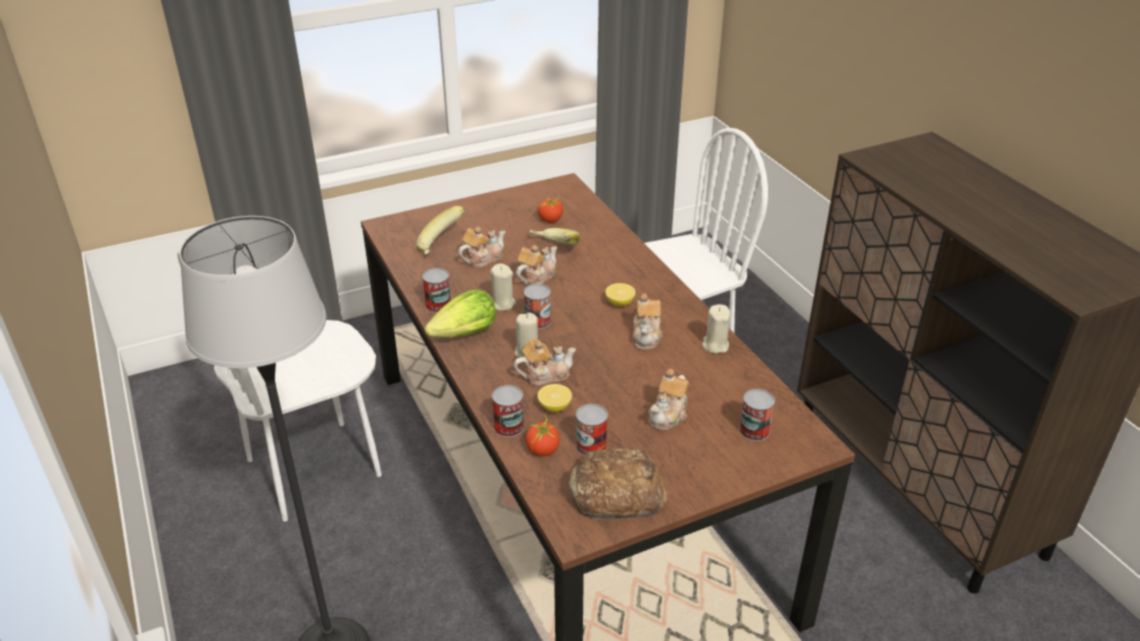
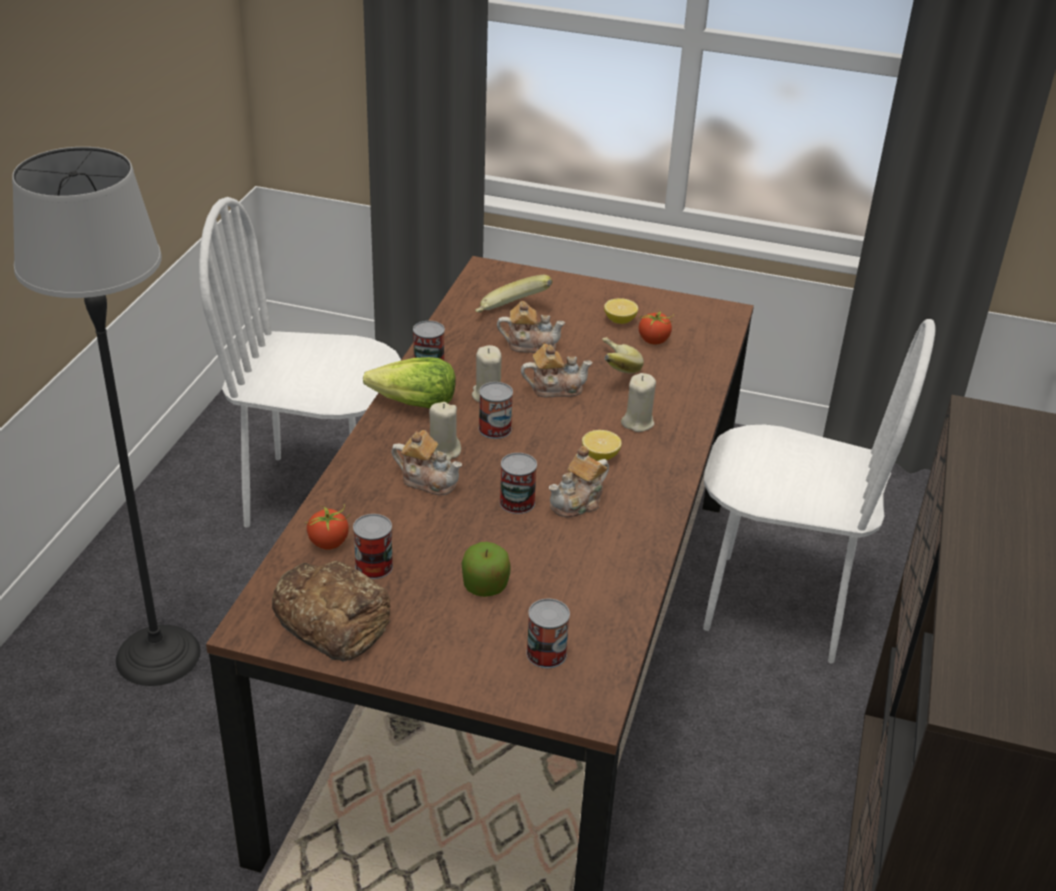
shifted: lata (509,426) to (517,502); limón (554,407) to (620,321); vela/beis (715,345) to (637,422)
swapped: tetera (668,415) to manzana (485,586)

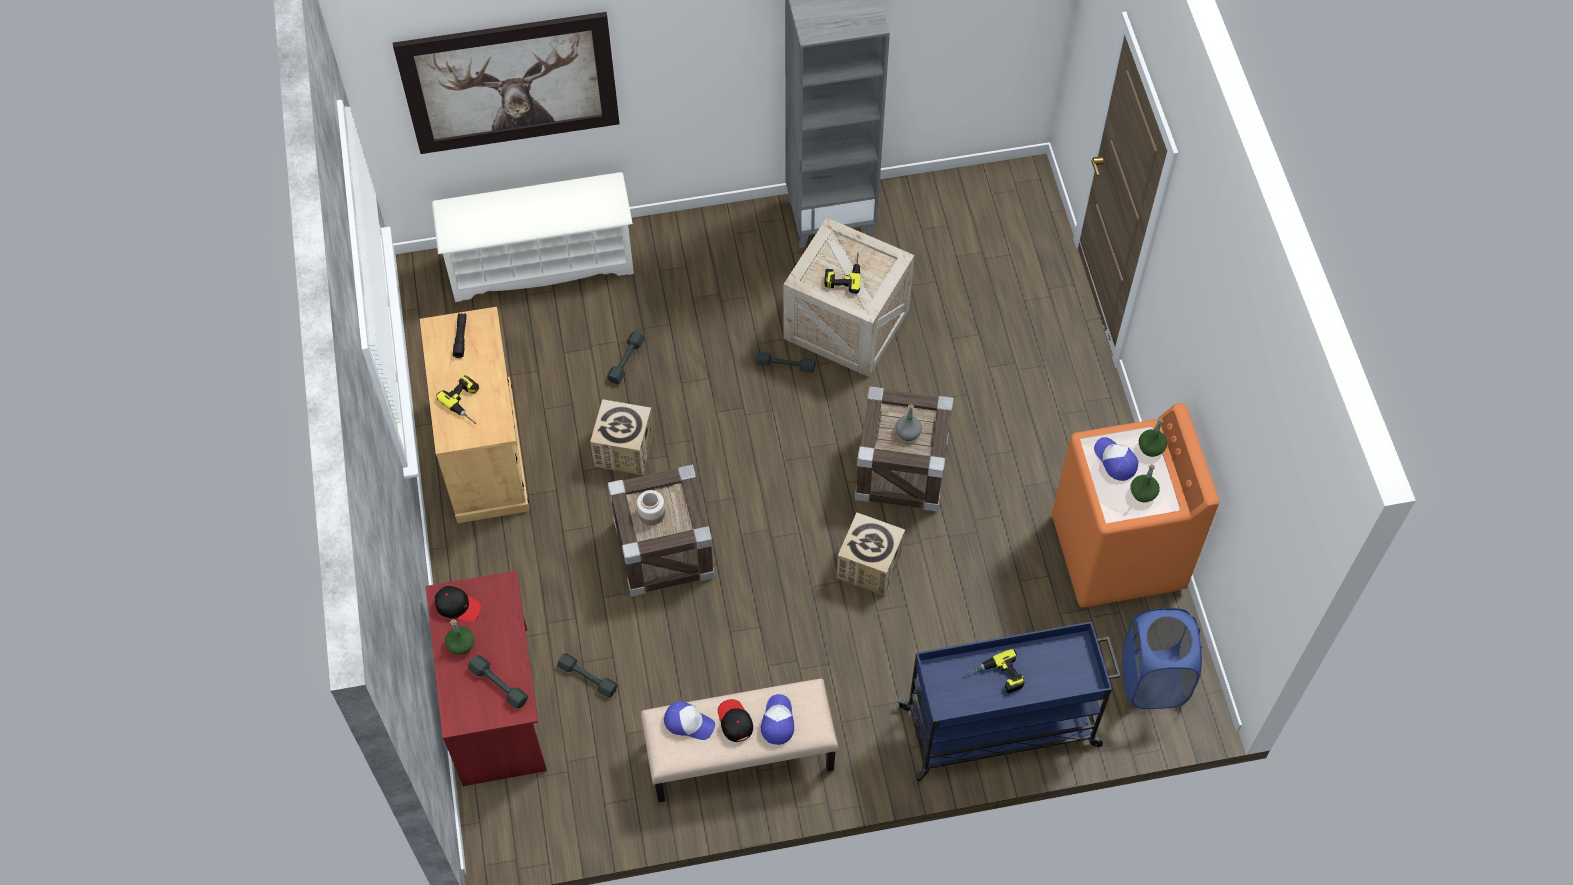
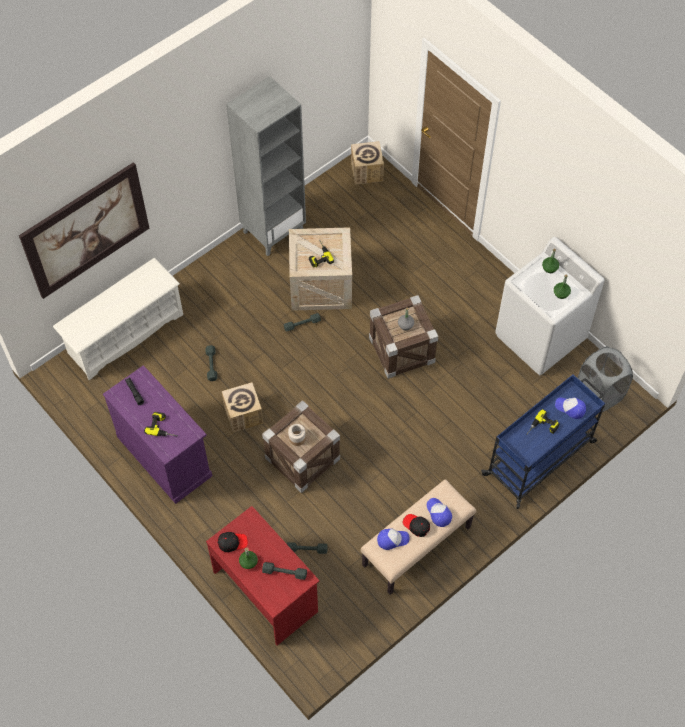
shifted: caja de cartón (869,565) to (367,171); gorra (1115,460) to (570,408)
repainted: armario/beis (485,452) to armario/morado (164,456); lavadora/naranja (1117,553) to lavadora/blanco (540,338); cesto de la ropa/azul (1152,680) to cesto de la ropa/gris (599,394)

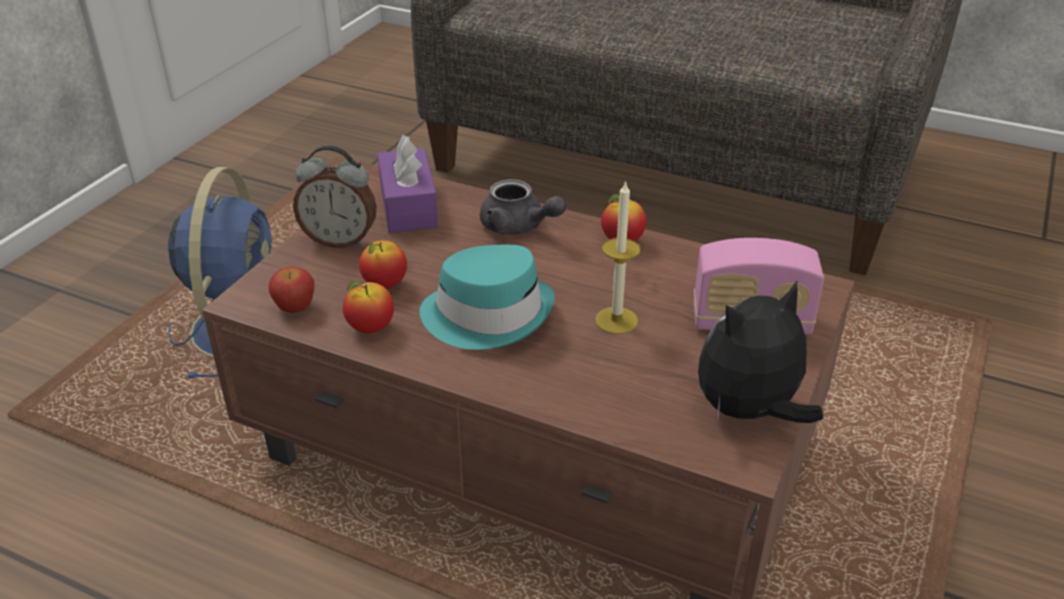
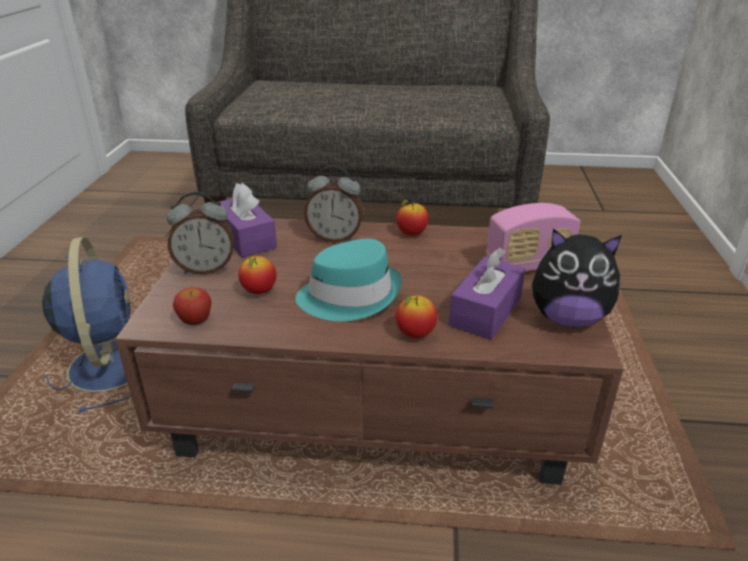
gone: vela (616,320)
new: caja de pañuelos/morado (485,311)
shifted: manzana (371,328) to (415,334)
swapped: tetera/gris (518,227) to despertador (335,238)
rotated: peluche (749,412) = (568,318) 120 degrees counterclockwise

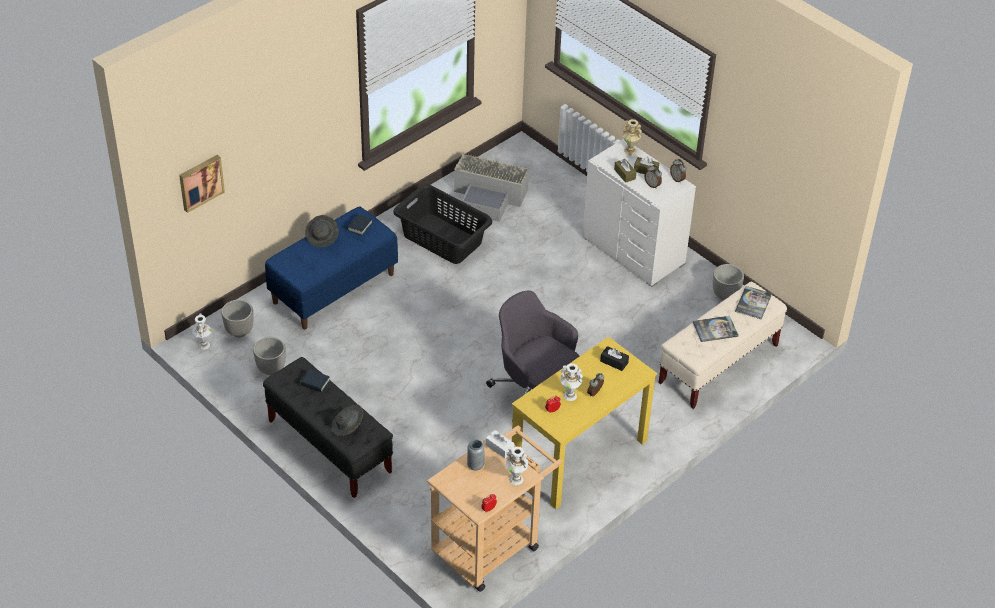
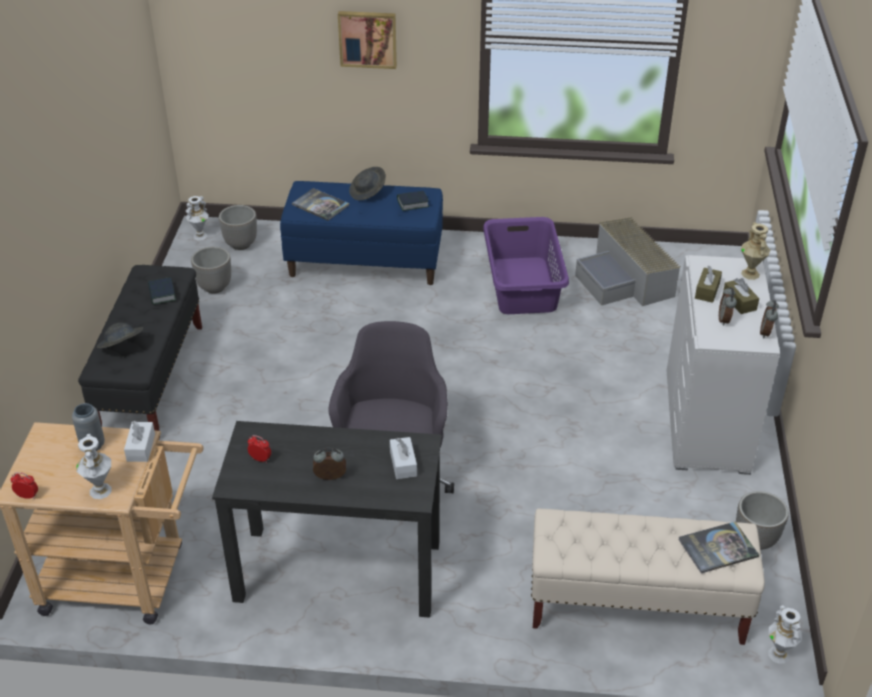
shifted: cuadro (200,182) to (368,38); florero/blanco (570,395) to (779,654); libro (715,329) to (320,205)
repainted: cesto de la ropa/negro (442,238) to cesto de la ropa/morado (523,285); escritorio/amarillo (578,456) to escritorio/negro (337,571); caja de pañuelos/negro (614,362) to caja de pañuelos/blanco (403,464)

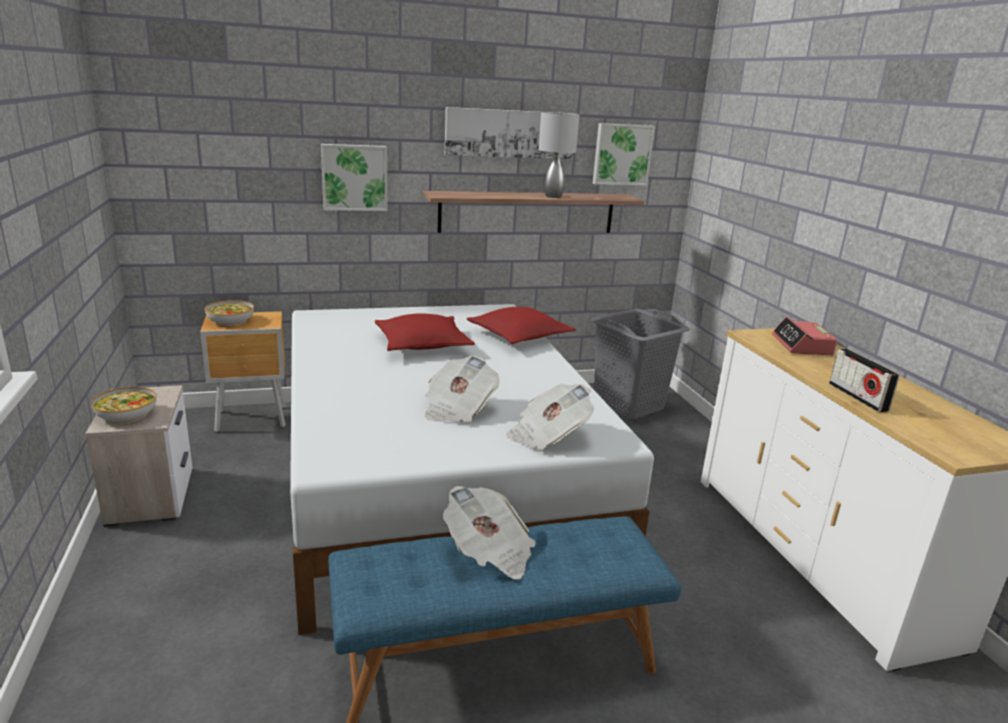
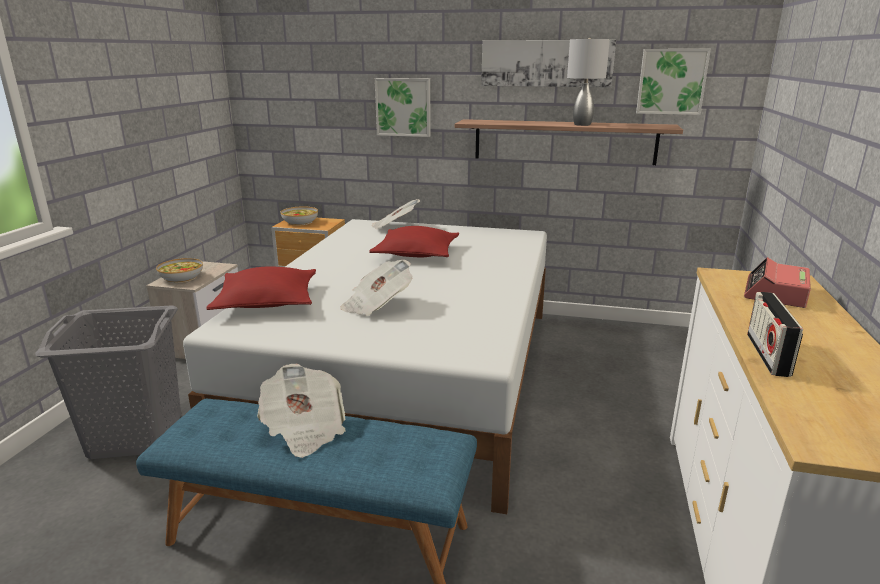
shifted: cojín/rojo (519,336) to (267,301); periódico (547,435) to (394,227); cesto de la ropa/gris (627,405) to (136,435)

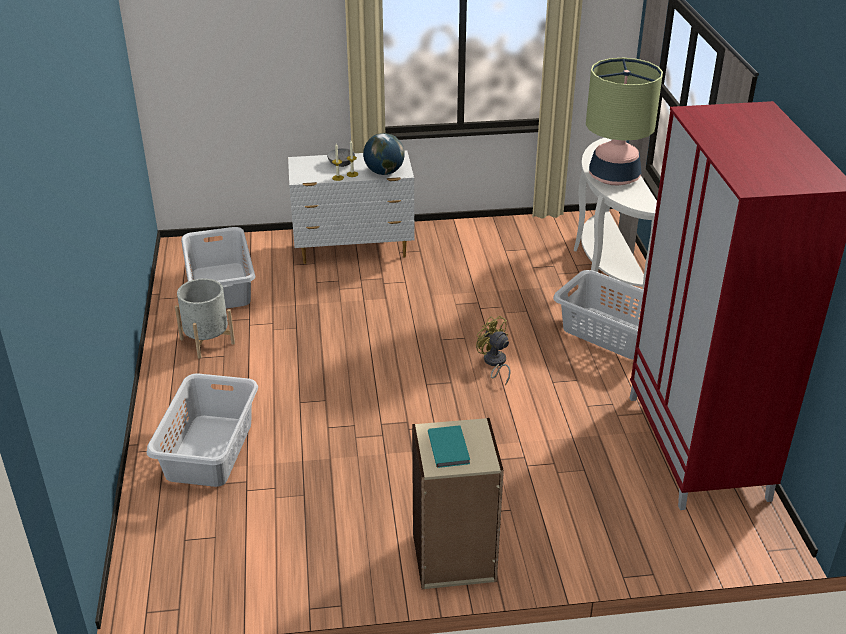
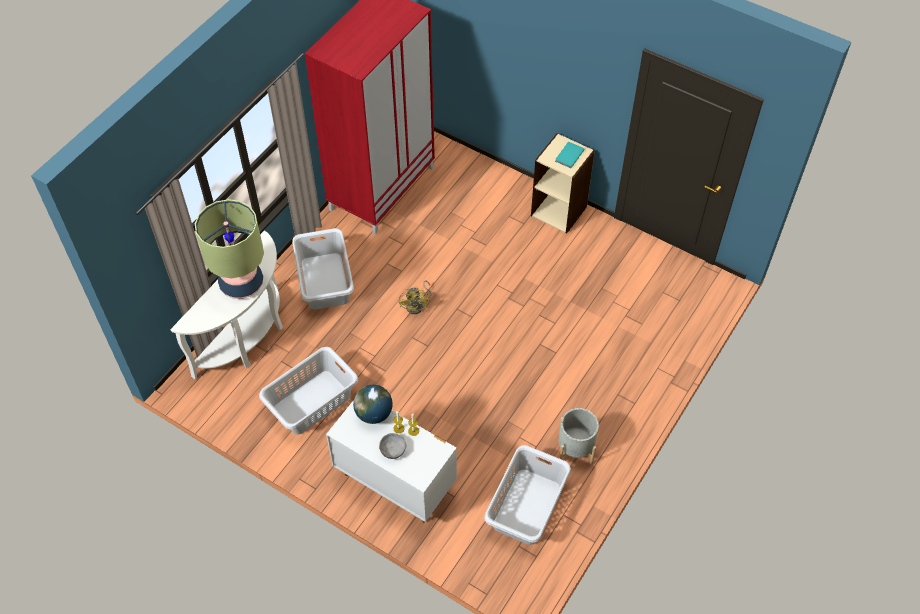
shifted: cesto de la ropa/gris (210,450) to (311,402)

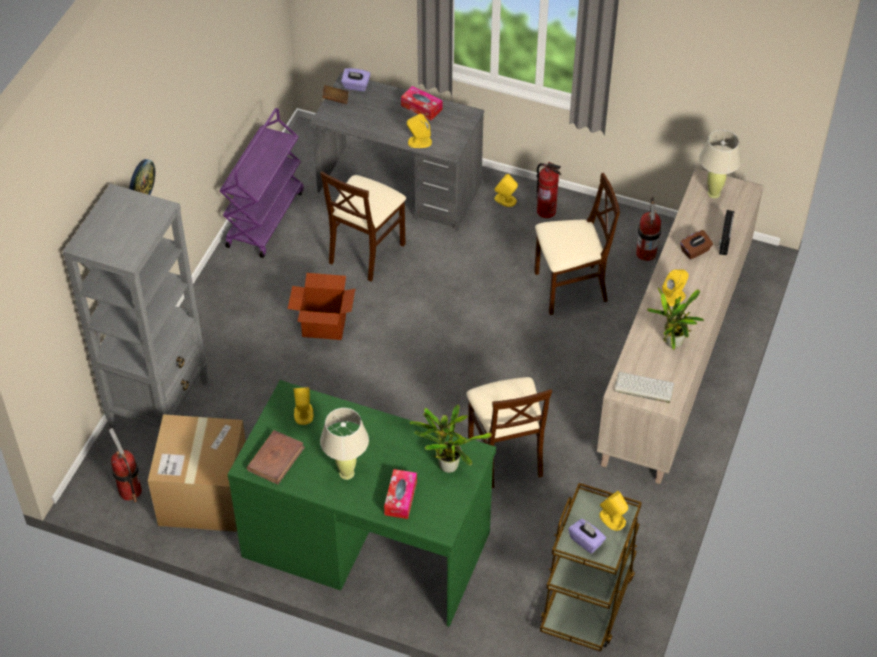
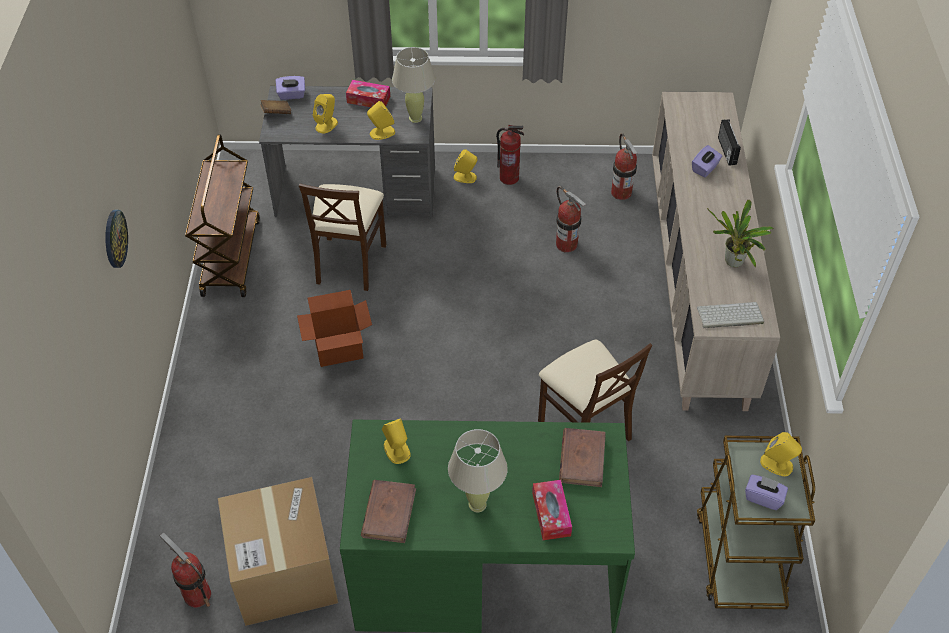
gone: estantería/gris (160,404)
shifted: altavoz/amarillo (673,297) to (326,125); lámpara de mesa/beis (713,193) to (415,118)
swapped: planta en maceta (446,464) to libro/marrón (582,459); silla/beis (569,288) to extintor (566,244)
repainted: carrito/morado (265,218) to carrito/marrón (230,256); caja de pañuelos/marrón (695,251) to caja de pañuelos/morado (705,168)

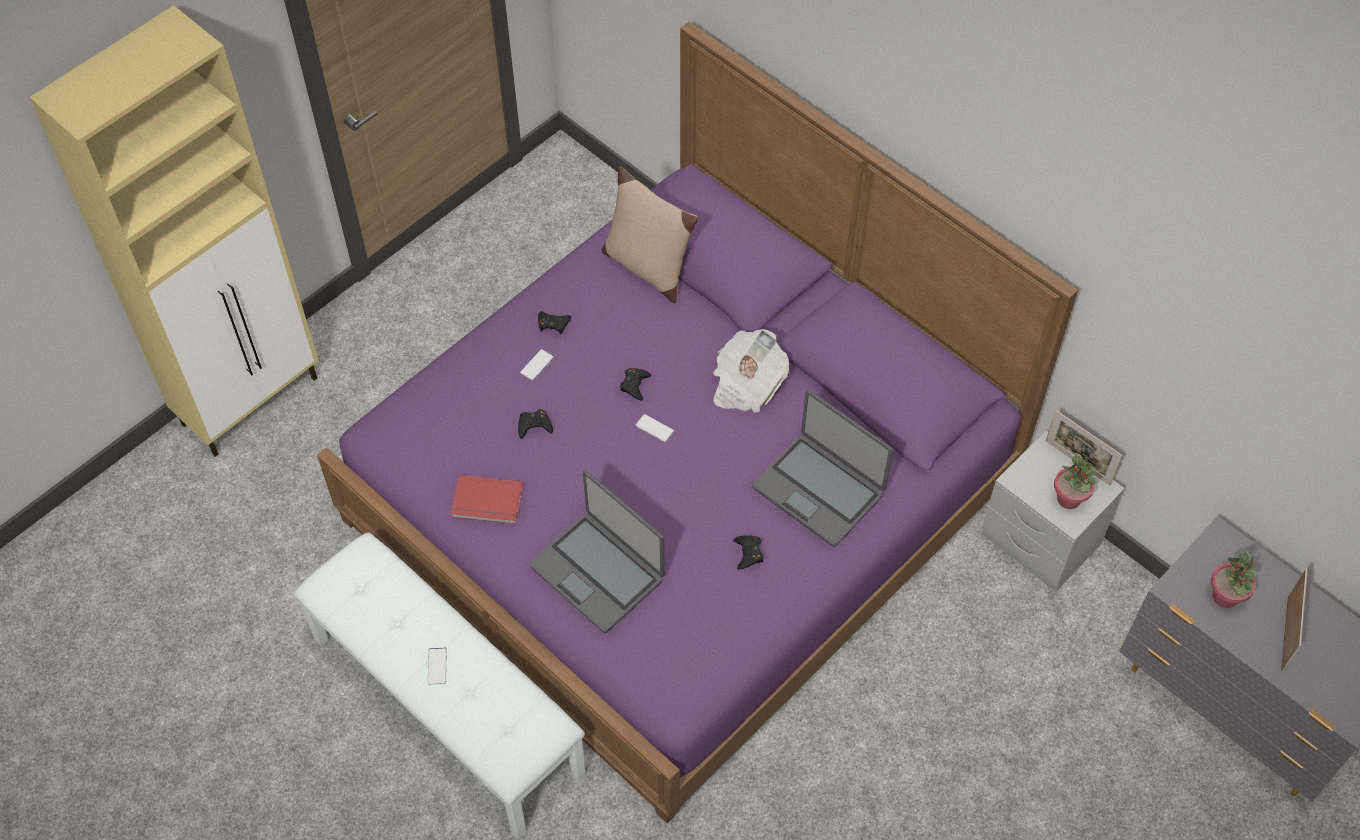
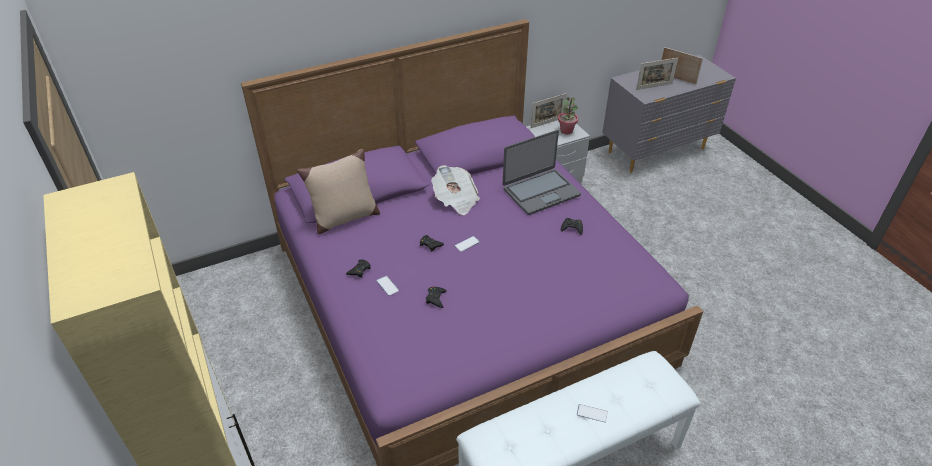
gone: libro/rojo (487,503); portátil (598,572)
swapped: planta en maceta (1225,597) to portarretratos (654,86)

